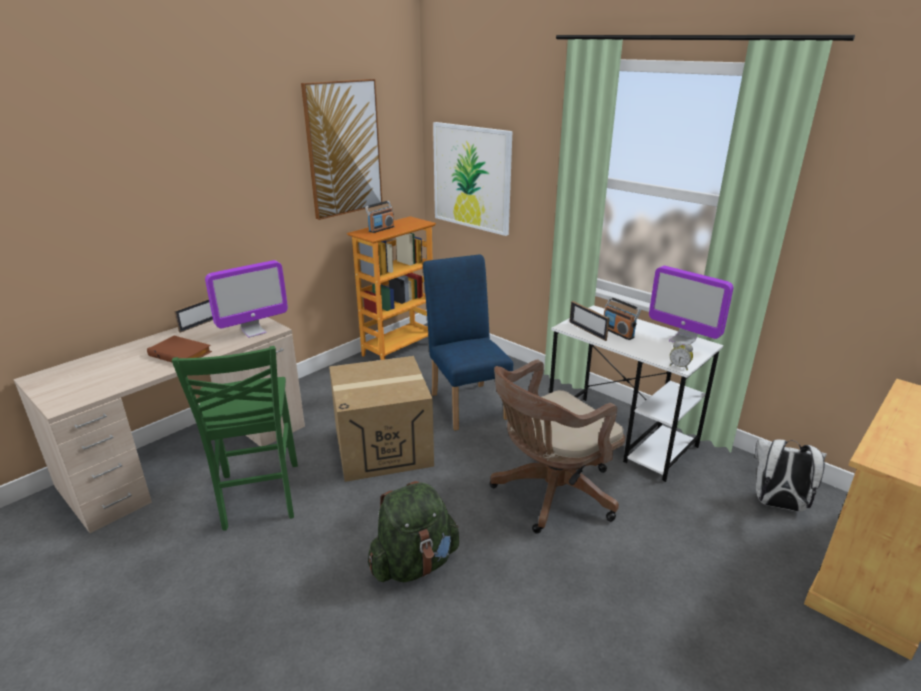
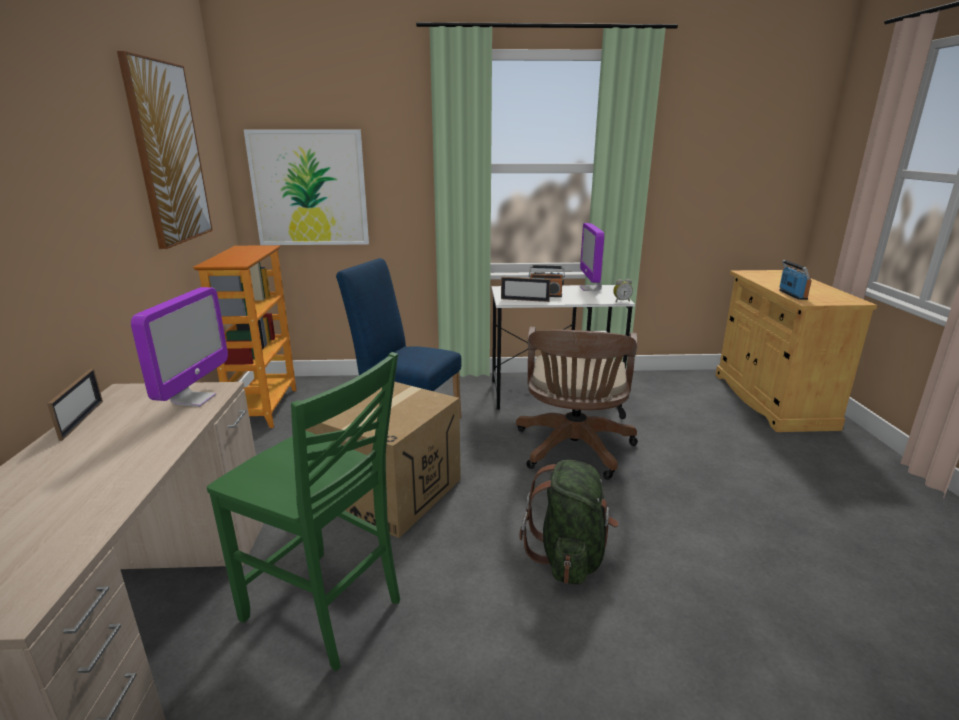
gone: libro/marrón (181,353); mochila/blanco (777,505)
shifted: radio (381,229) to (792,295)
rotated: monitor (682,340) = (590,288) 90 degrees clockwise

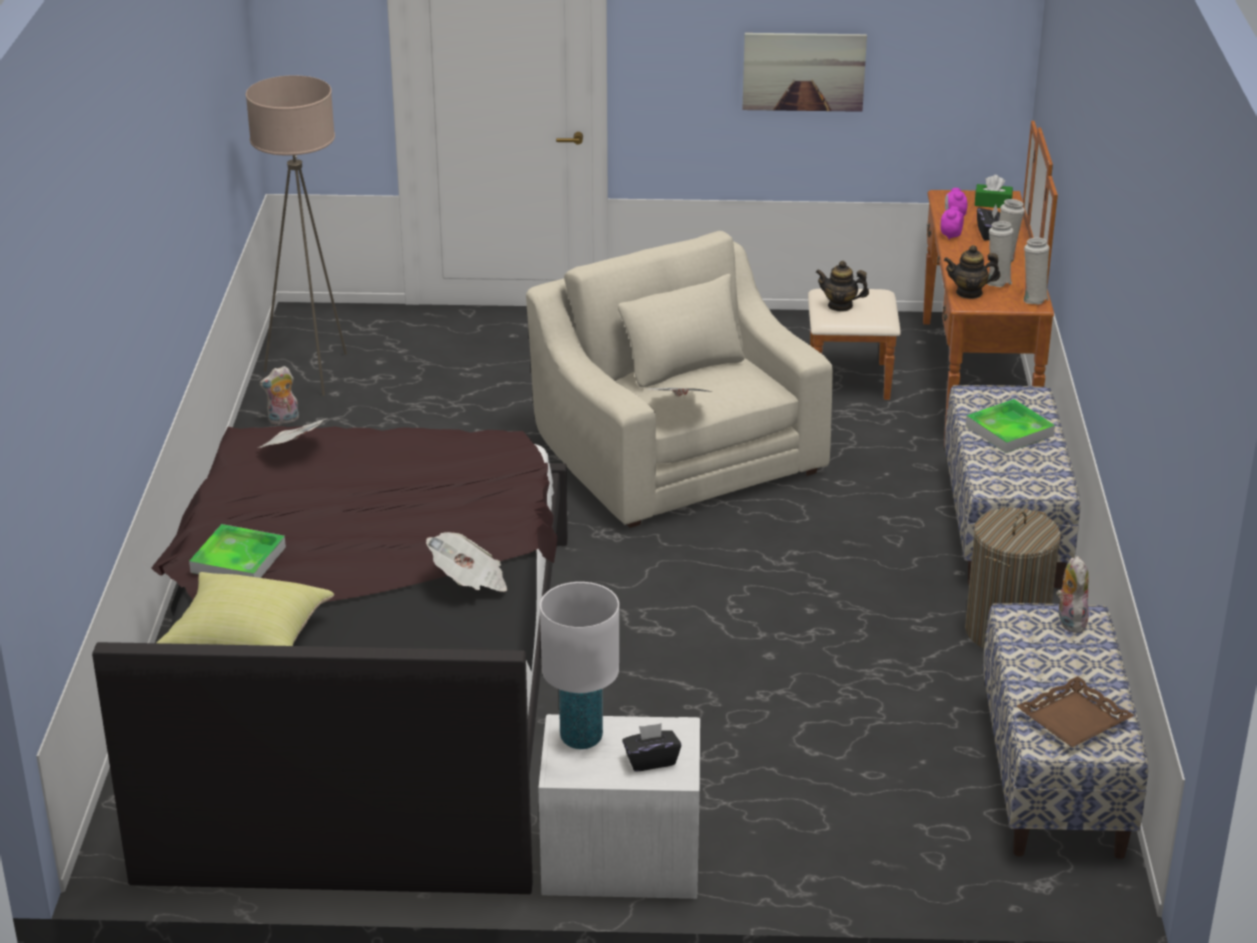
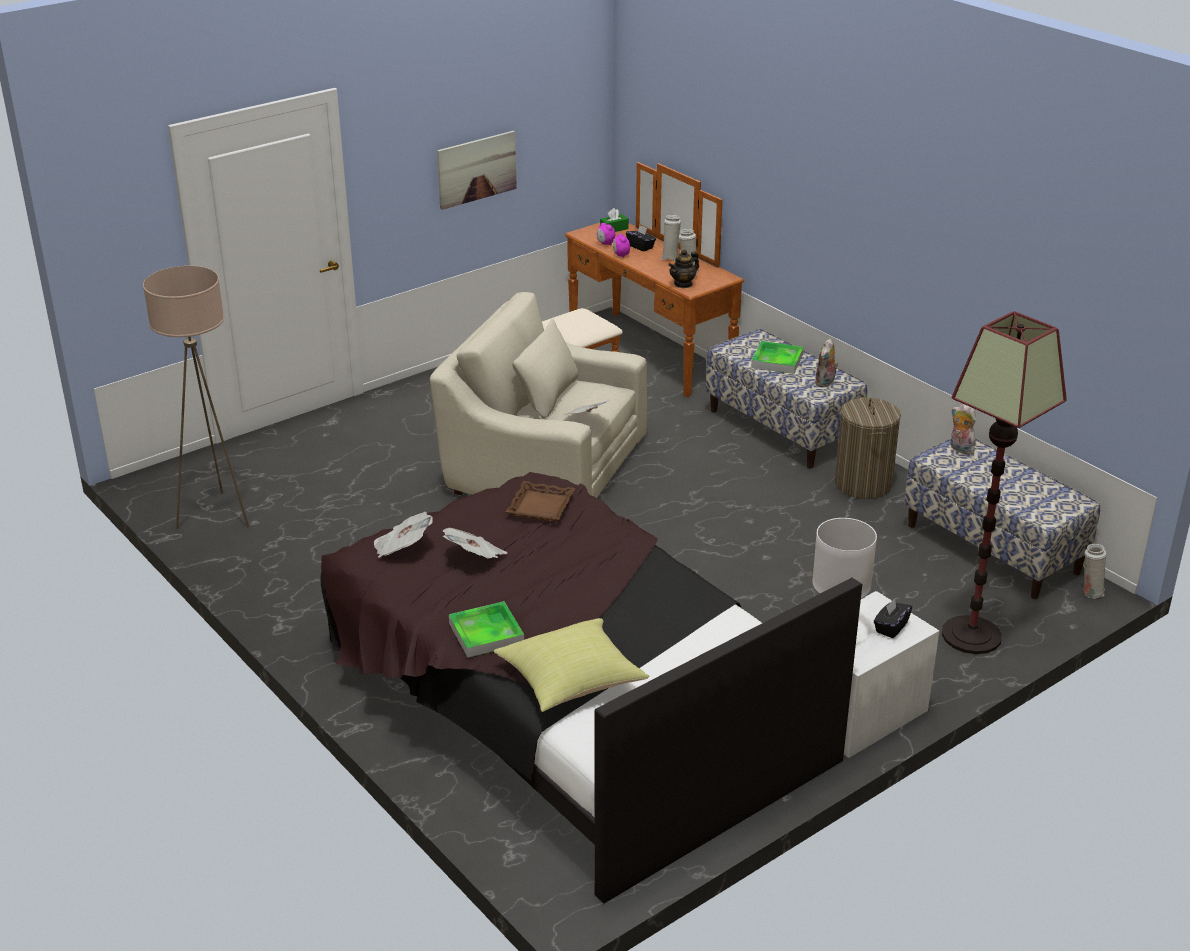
gone: tetera (840,306)
new: lámpara de pie (971,636)
shifted: peluche (283,420) to (825,383); periódico (469,581) to (475,557); bandeja/marrón (1073,719) to (540,506); florero/blanco (1033,299) to (1090,592)

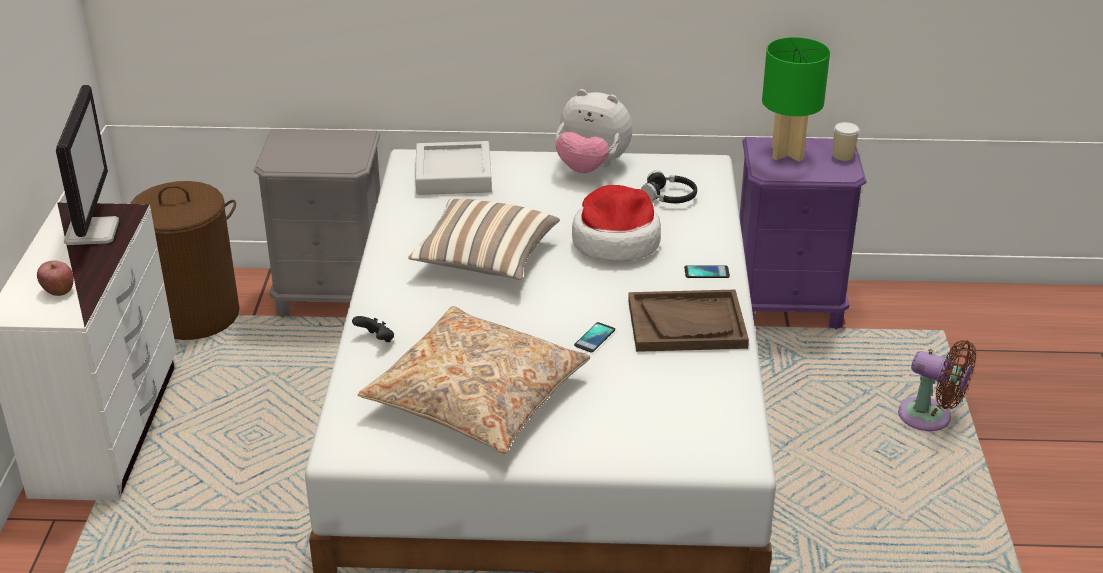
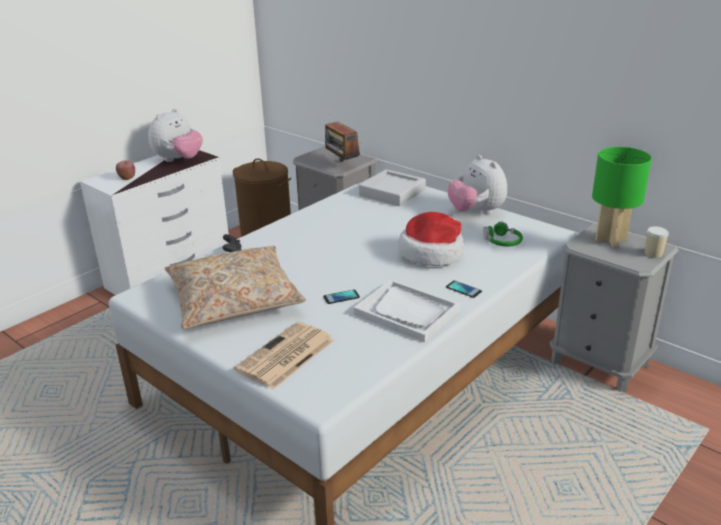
gone: cojín (485,259); ventilador/marrón (930,418)
new: periódico (285,356); radio (342,164)
swapped: monitor (92,231) to peluche (178,160)
repainted: bandeja/marrón (687,324) to bandeja/blanco (407,312); auriculares/negro (669,196) to auriculares/verde (502,241); mesita de noche/morado (787,306) to mesita de noche/gris (599,363)

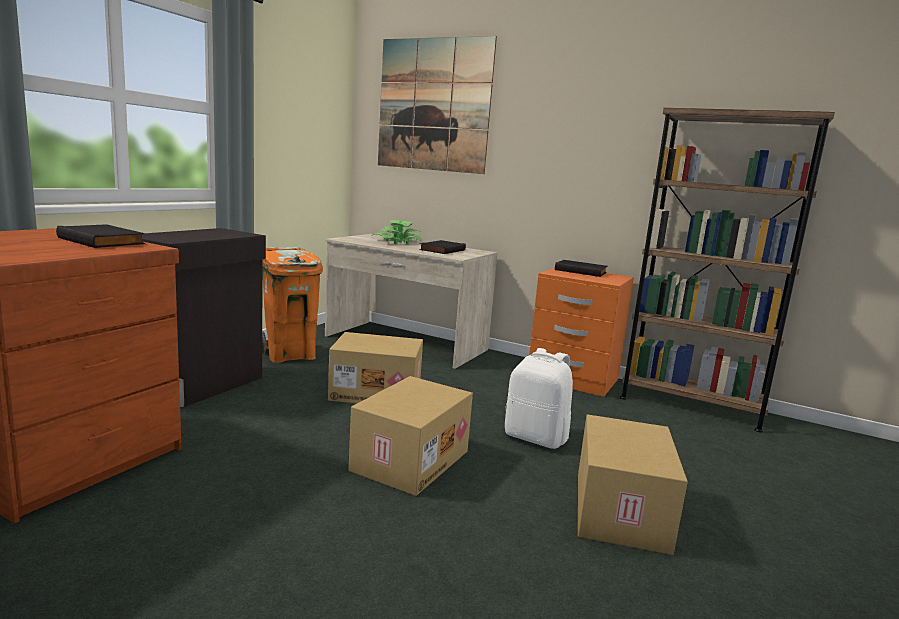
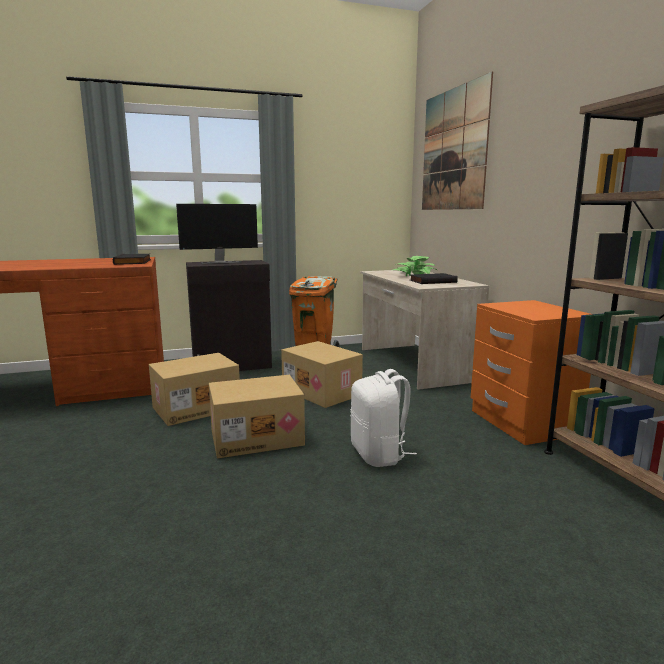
gone: libro/negro (581,271)
new: monitor (220,262)
shifted: caja de cartón (618,510) to (196,407)

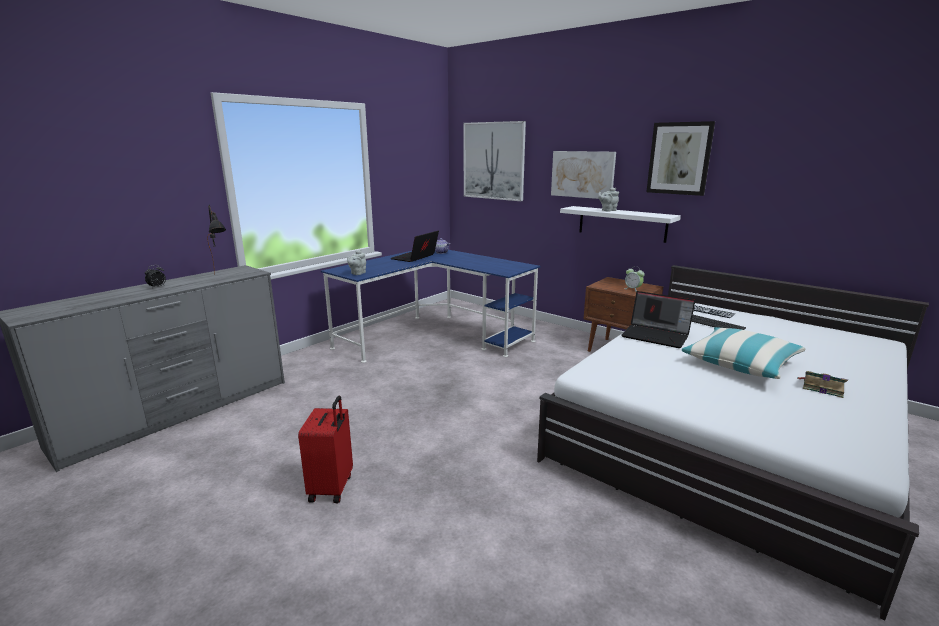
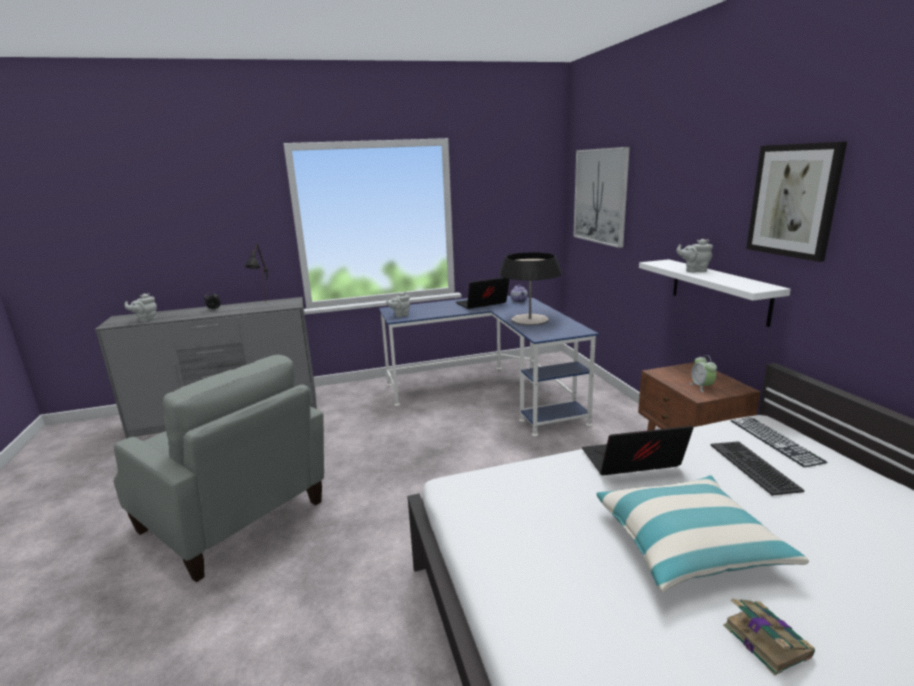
gone: cuadro (582,174)
new: tetera/gris (146,320); lámpara de mesa (529,319)
swapped: maleta/rojo (332,488) to sillón/gris (235,518)
rotated: portátil (656,335) = (631,463) 105 degrees clockwise

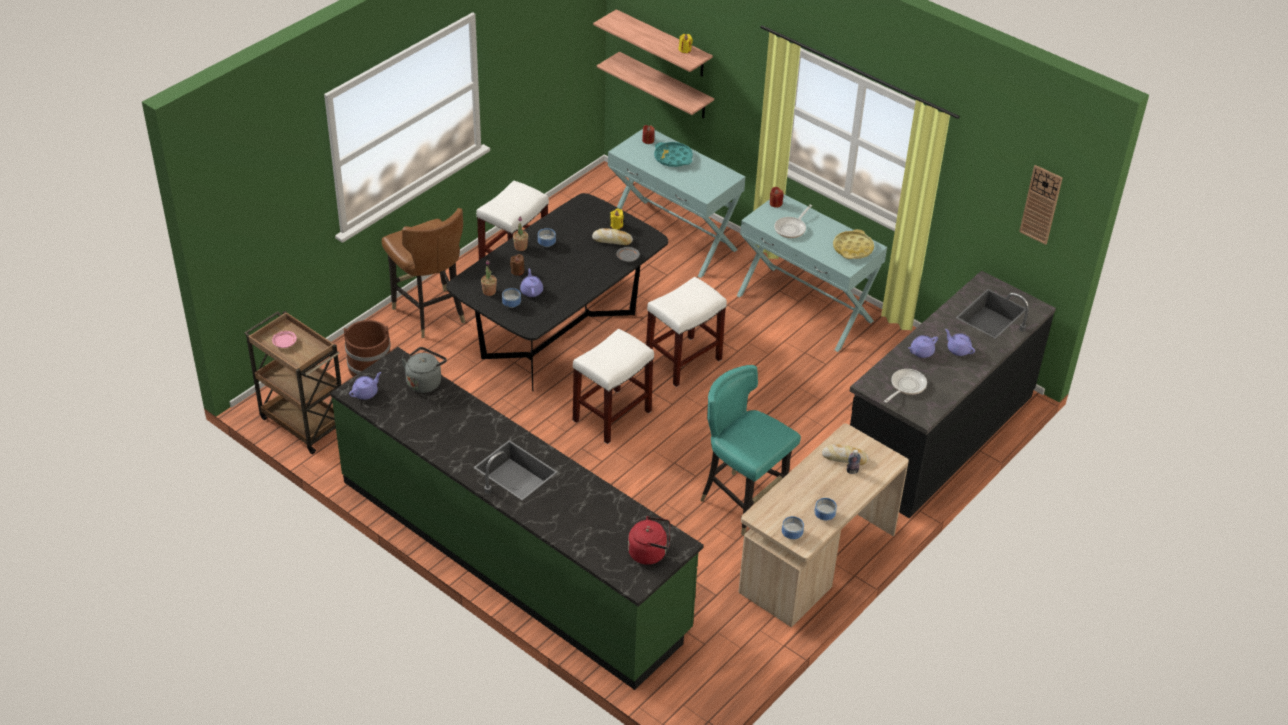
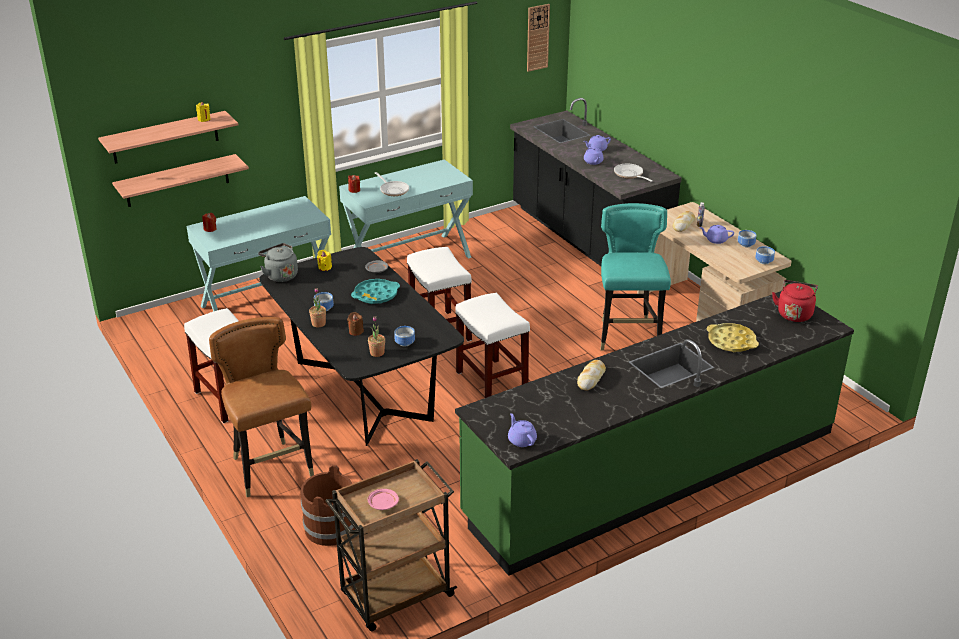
shifted: hervidor/gris (425,382) to (280,275); tetera/morado (531,291) to (715,240); pan (612,240) to (591,378); bandeja/turquesa (673,158) to (376,295); bandeja/amarillo (853,248) to (731,341)
rotated: silla/marrón (429,313) = (271,469) 105 degrees counterclockwise; silla/turquesa (742,502) = (628,336) 120 degrees clockwise

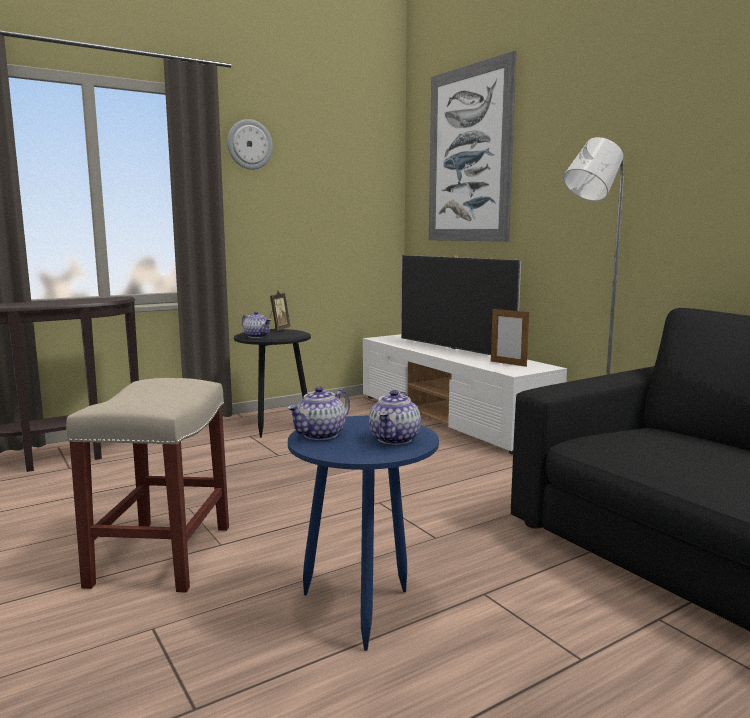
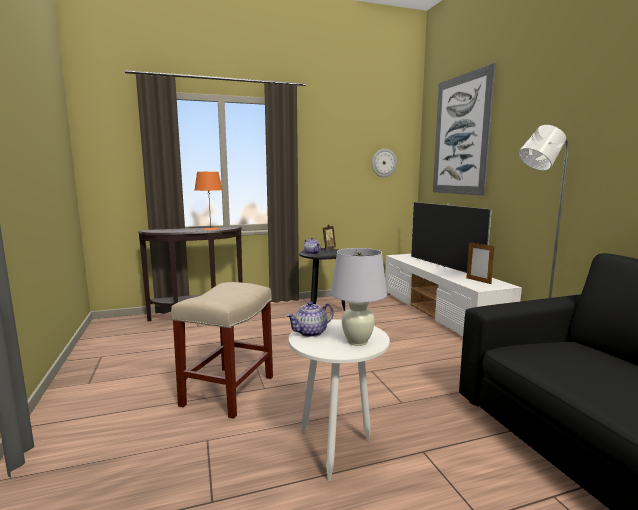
new: lámpara de mesa/naranja (210,229)
shifted: reloj de pared (249,144) to (383,163)
swapped: tetera (395,439) to lámpara de mesa/blanco (357,341)
repainted: mesa auxiliar/azul (364,608) to mesa auxiliar/blanco (337,448)

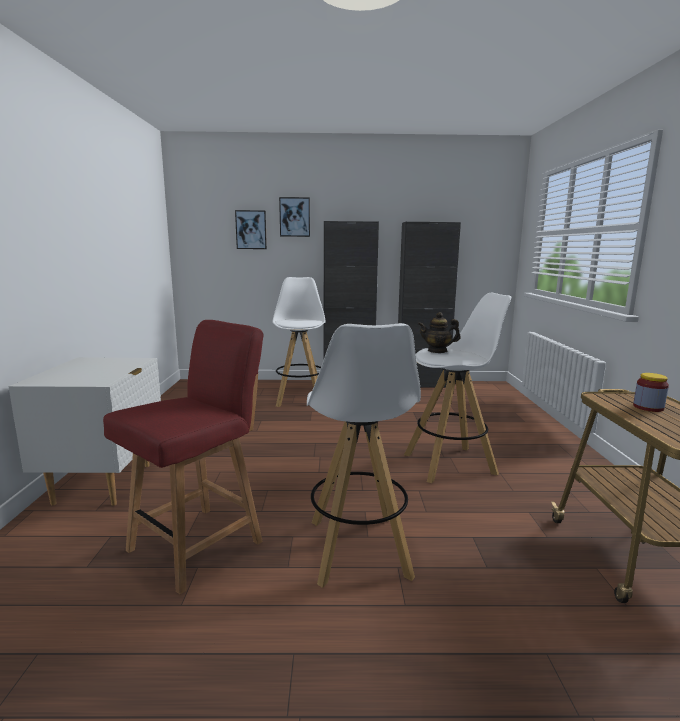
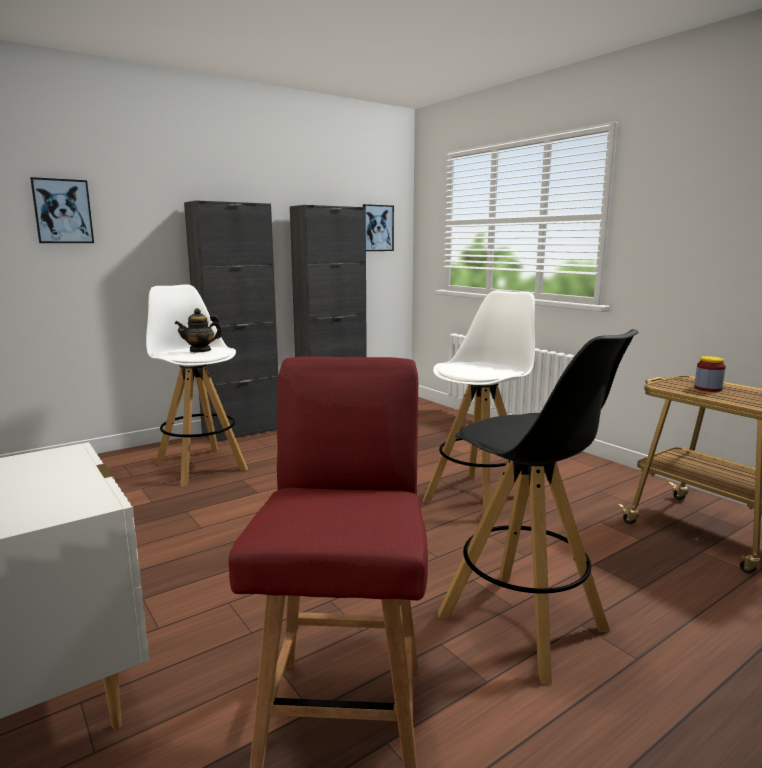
shifted: cuadro (294,217) to (377,228); tetera (437,351) to (200,350)
repainted: taburete/blanco (358,549) to taburete/negro (524,624)

